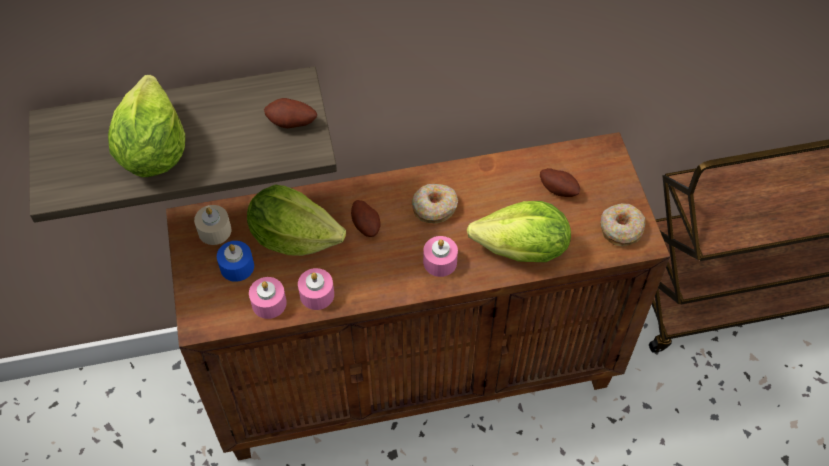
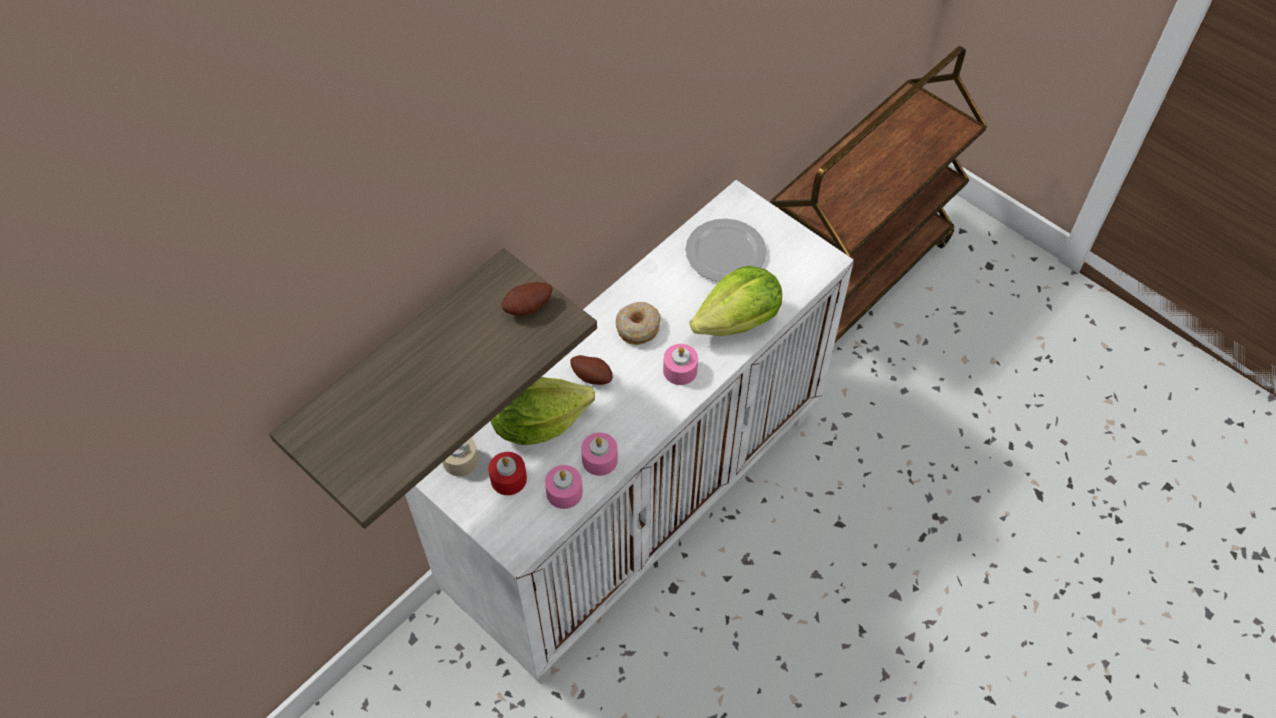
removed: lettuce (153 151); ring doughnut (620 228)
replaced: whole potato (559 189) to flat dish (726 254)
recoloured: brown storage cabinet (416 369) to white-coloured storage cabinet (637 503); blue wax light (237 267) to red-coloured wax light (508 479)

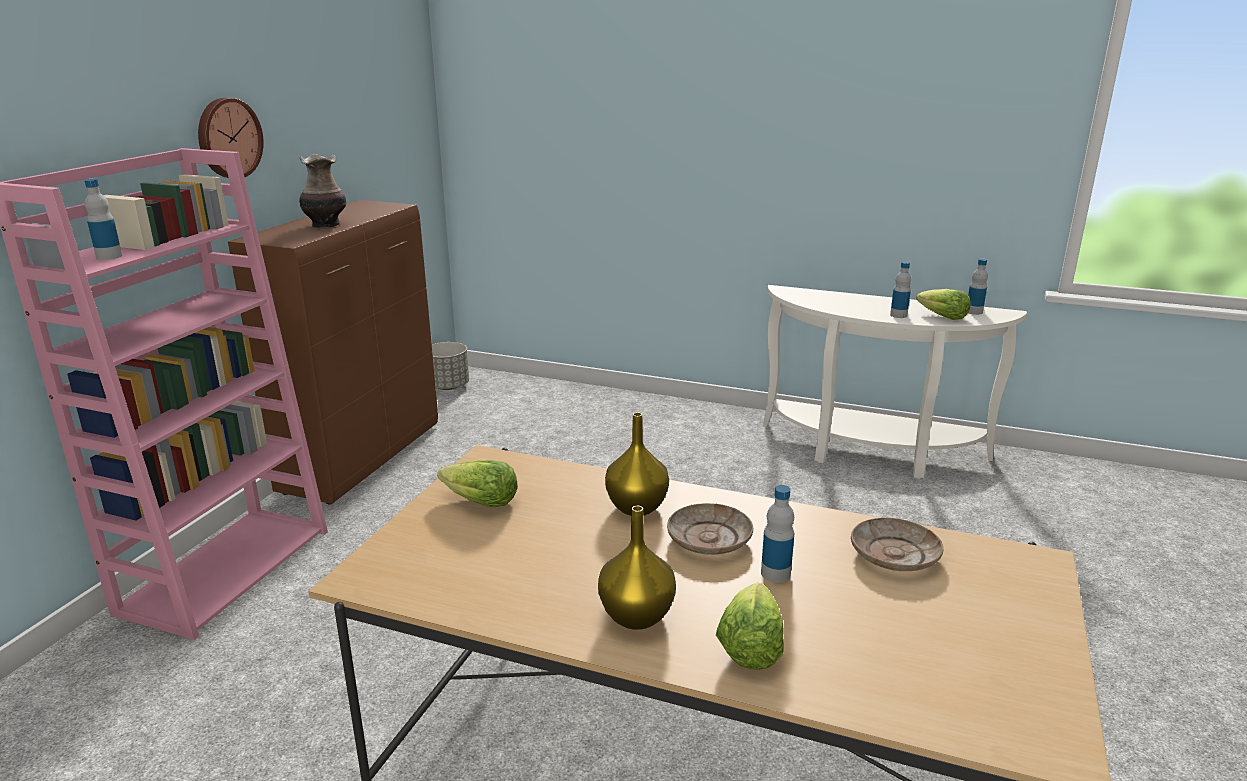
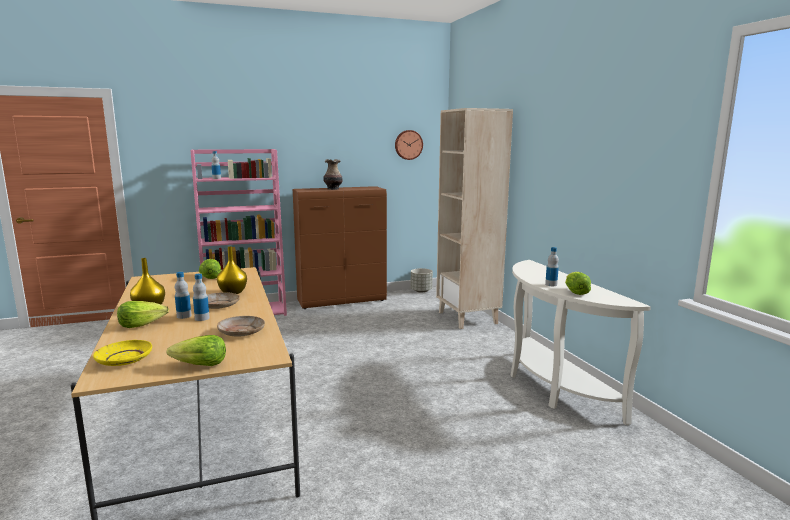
added: sand-coloured shelving unit (468 318); lettuce (200 365); yellowish flat dish (124 359)
moved: wall clock (228 138) to (408 145); bottle (974 312) to (184 316)

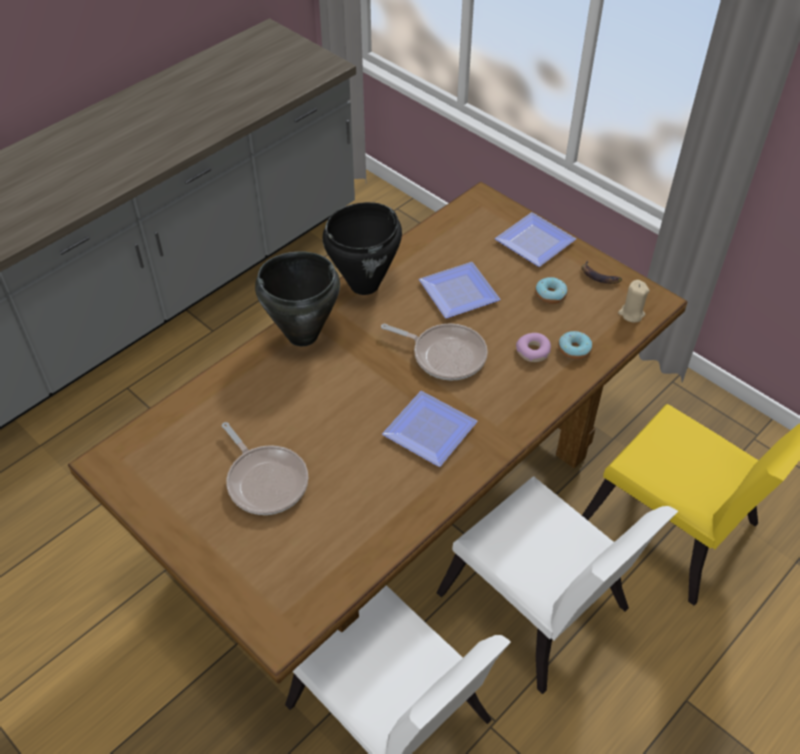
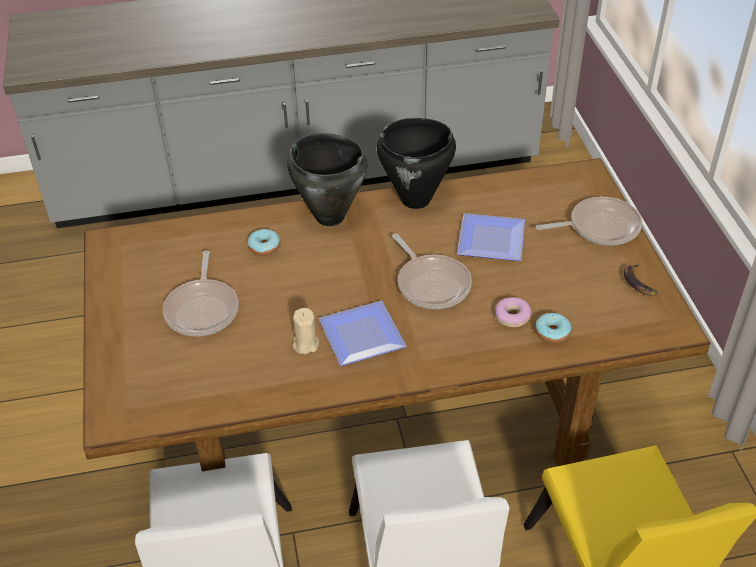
moved: ring doughnut (550 295) to (264 247); sand-coloured wax light (631 314) to (305 344)
replaced: flat dish (531 242) to pan (599 227)

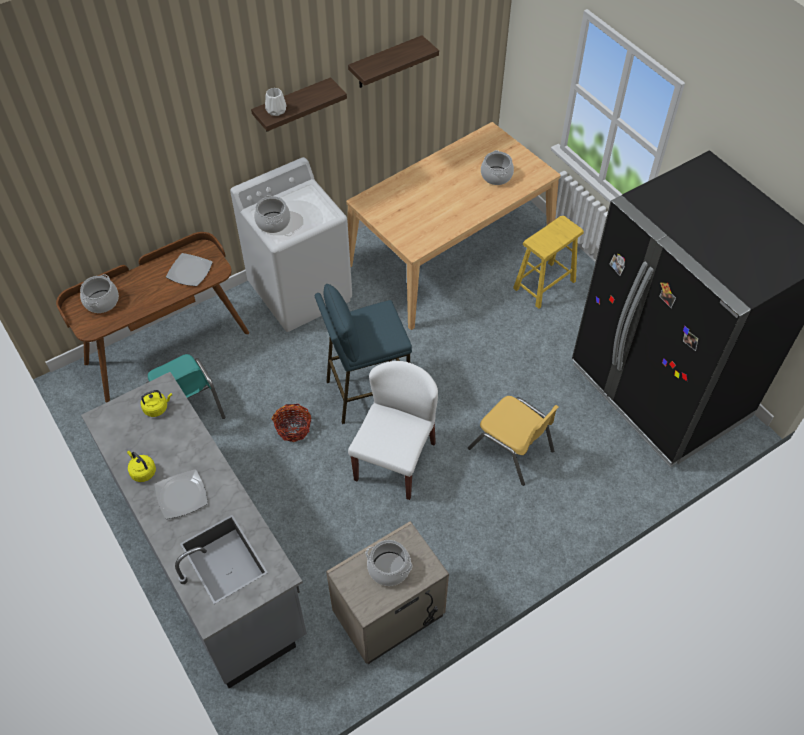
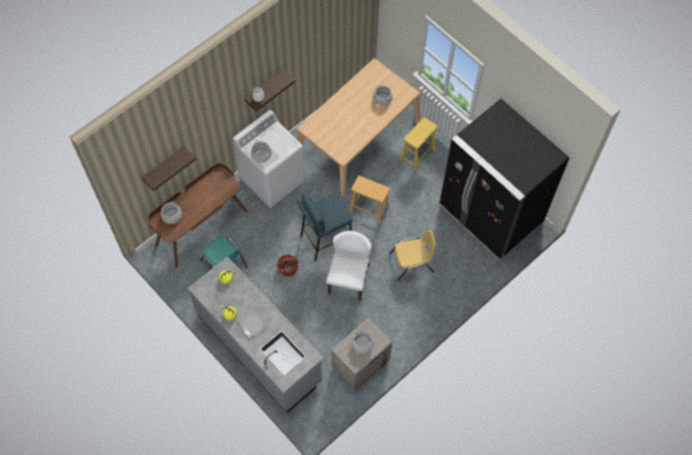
removed: flat dish (190 271)
added: brown stool seat (369 209)
moved: bracket shelf (385 63) to (164 166)
turned: yellowish chair (511 450) = (412 263) 45 degrees counterclockwise

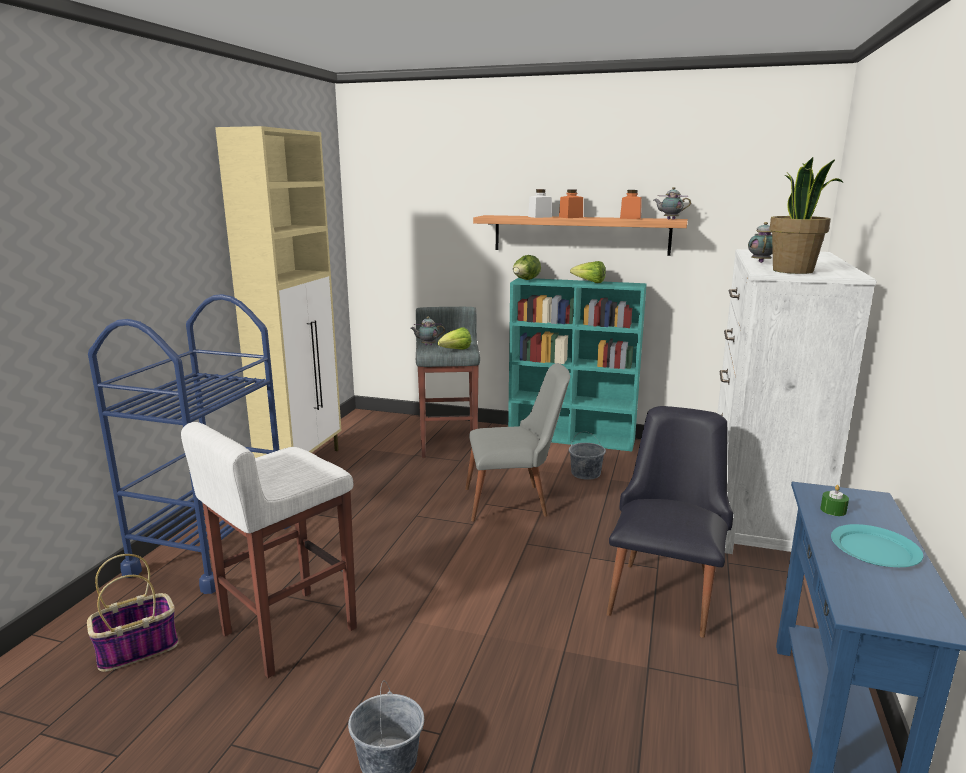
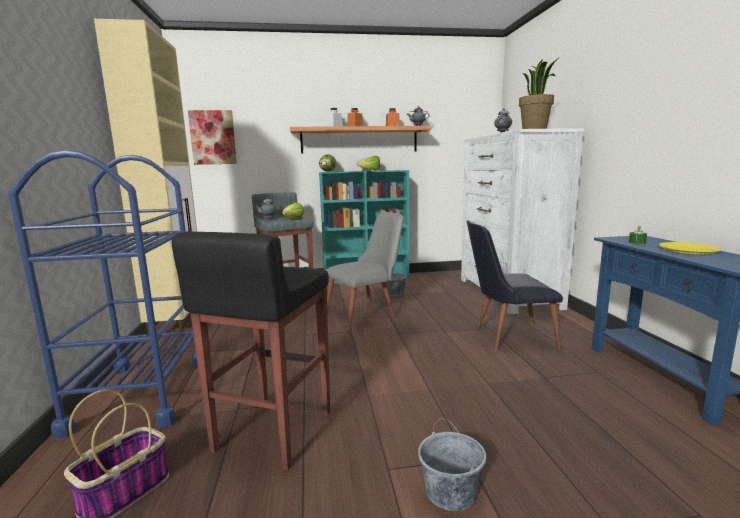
added: wall picture (213 137)
recoloured: white-coloured stool seat (287 631) to blackish stool seat (272 431); blue-green flat dish (875 549) to yellowish flat dish (688 250)
turned: blackish chair (665 591) = (506 338) 90 degrees counterclockwise

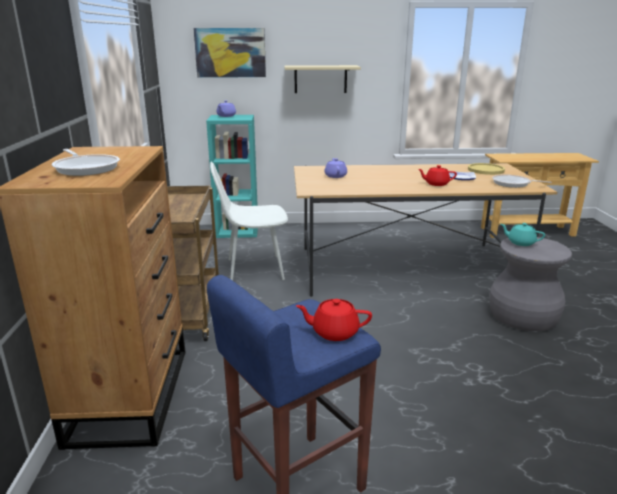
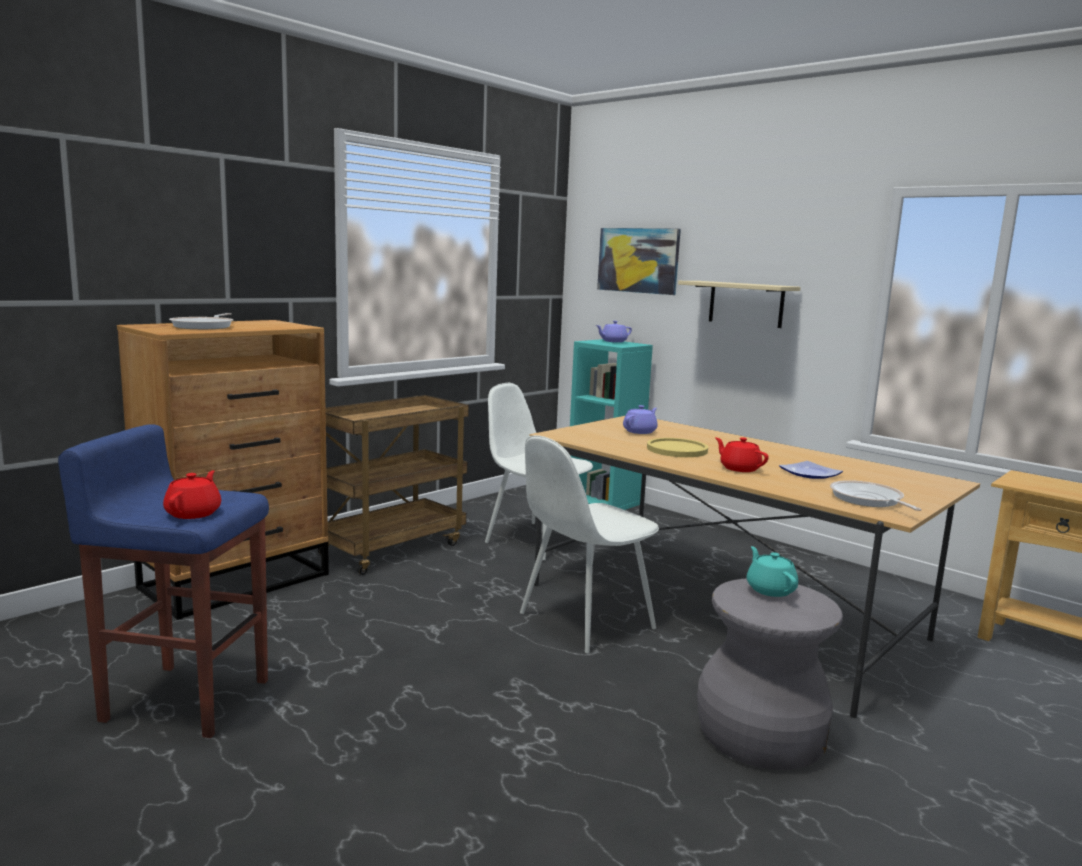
added: white-coloured chair (583 621)
moved: yellowish flat dish (486 170) to (677 449)
turned: red-coloured teapot (334 332) = (194 513) 45 degrees clockwise

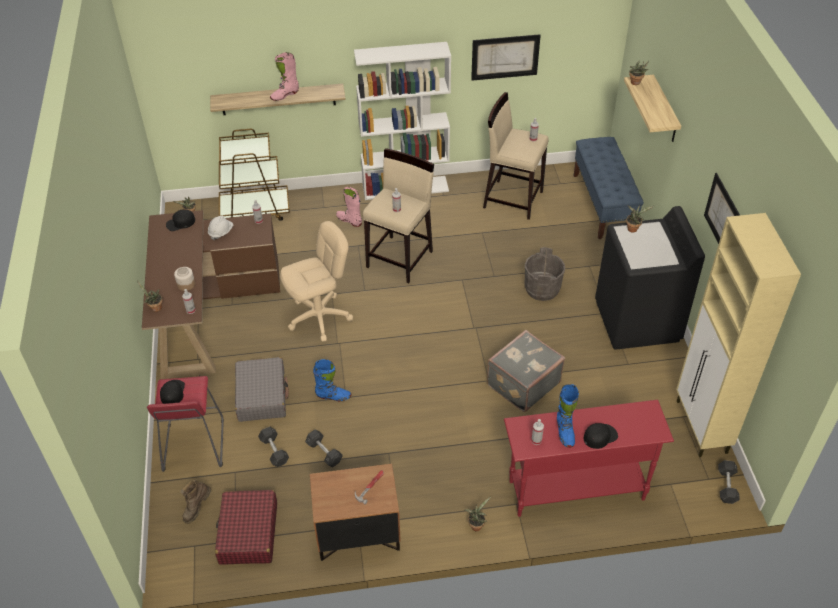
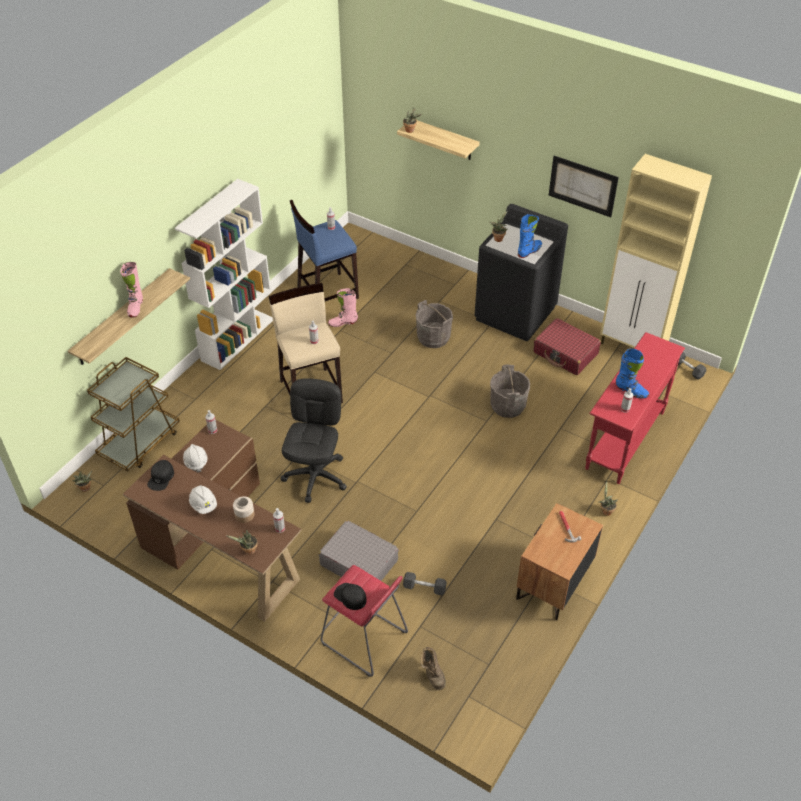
removed: wall picture (505 57); blue bench (603 204); blackish cap (600 436); grey free weight (324 452)
added: white-coloured safety helmet (203 504)
moved: pink boot (349 220) to (343 322); blue boot (333 396) to (529 251); red-coloured travel case (248 533) to (565 353)
replaced: grey travel case (522 383) to grey water bucket (508 406)
recoloured: sand-coloured stool seat (512 199) to blue stool seat (327 292); sand-coloured office chair (319 317) to blackish office chair (316 476)

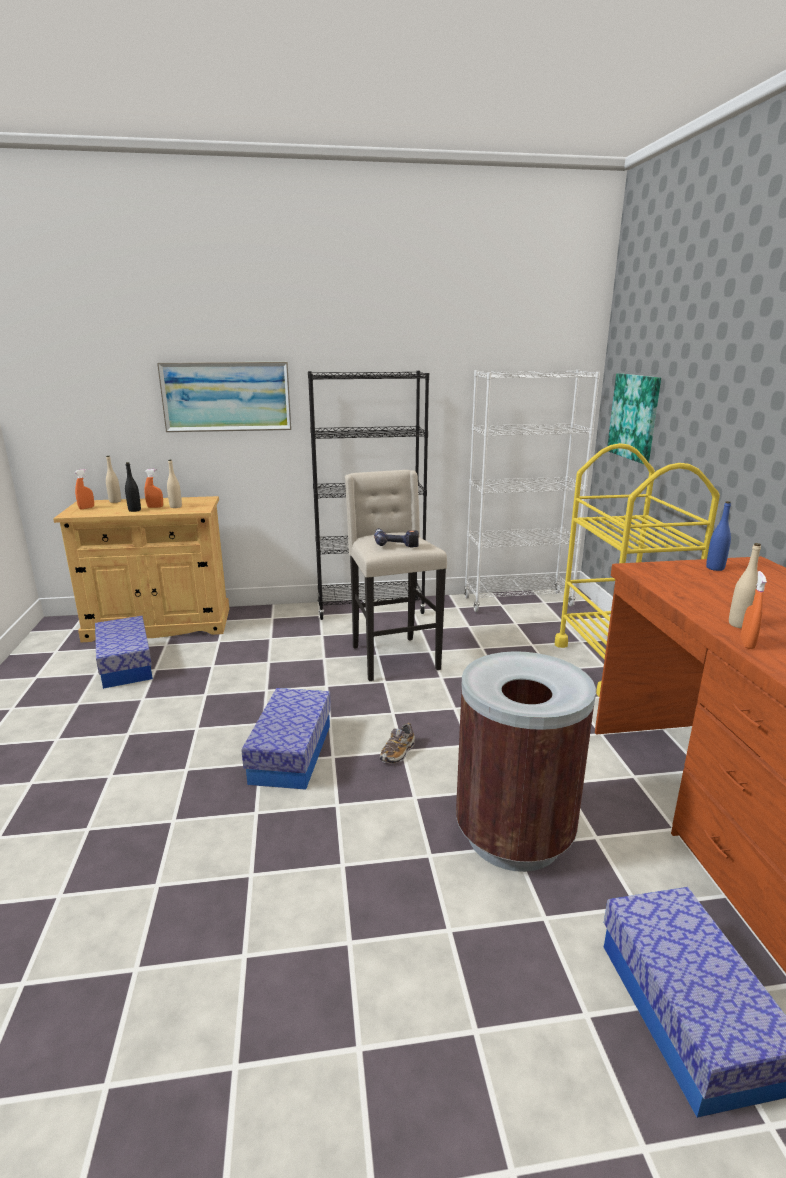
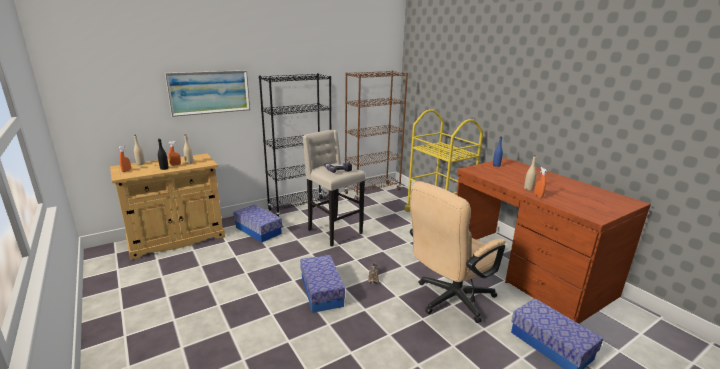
removed: wall picture (634 417)
moved: storage container (126 665) to (258 230)
replaced: brown waste bin (513 835) to sand-coloured office chair (449 300)
recoloured: white-coloured shelving unit (518 602) to brown shelving unit (372 192)

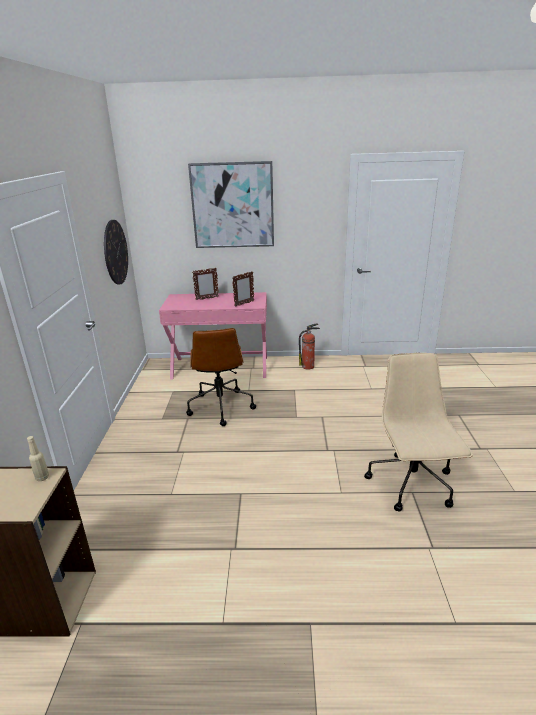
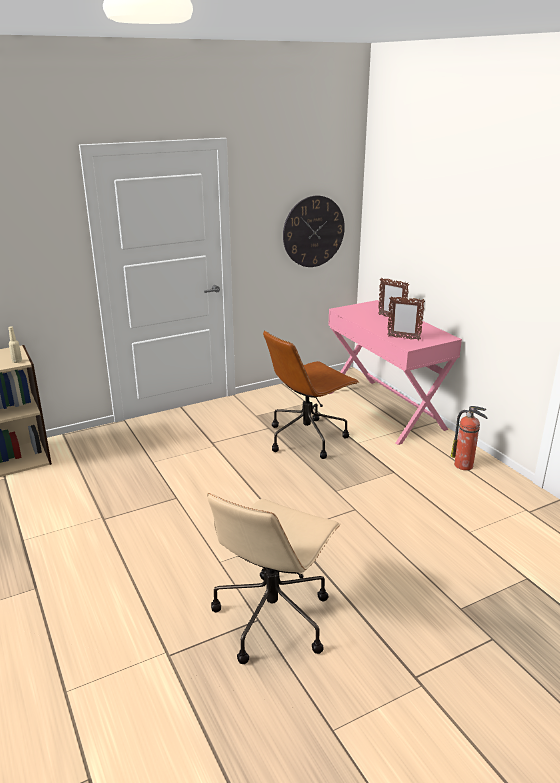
removed: wall picture (232 205)
turned: sand-coloured office chair (412 484) = (273 617) 150 degrees clockwise

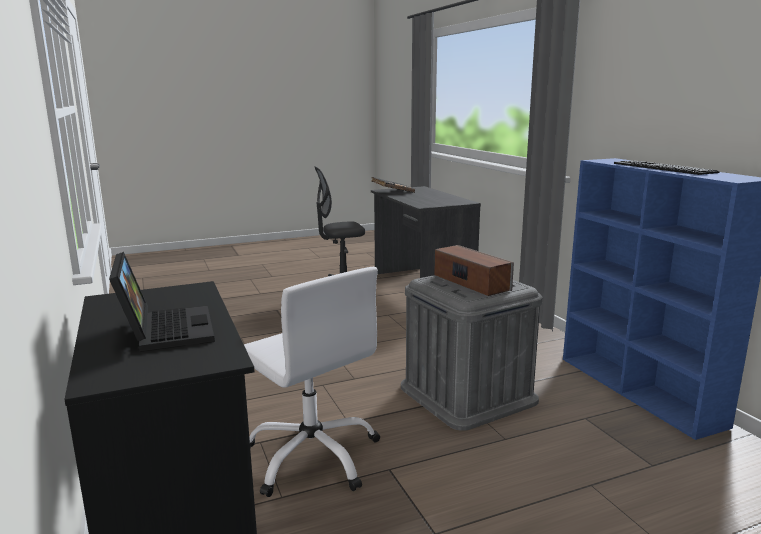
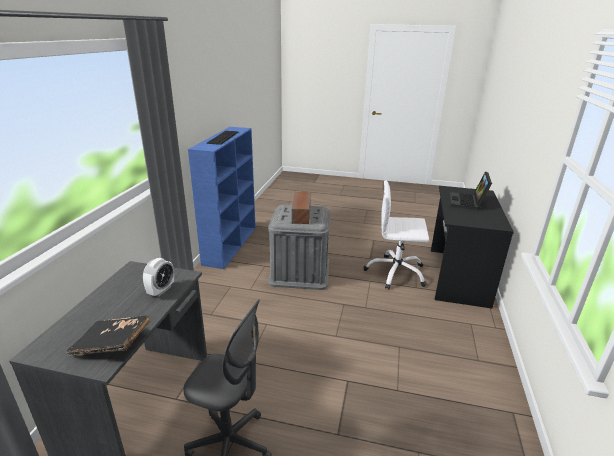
added: bedside clock (161 290)
turned: white-coloured office chair (313 456) = (396 273) 75 degrees counterclockwise

